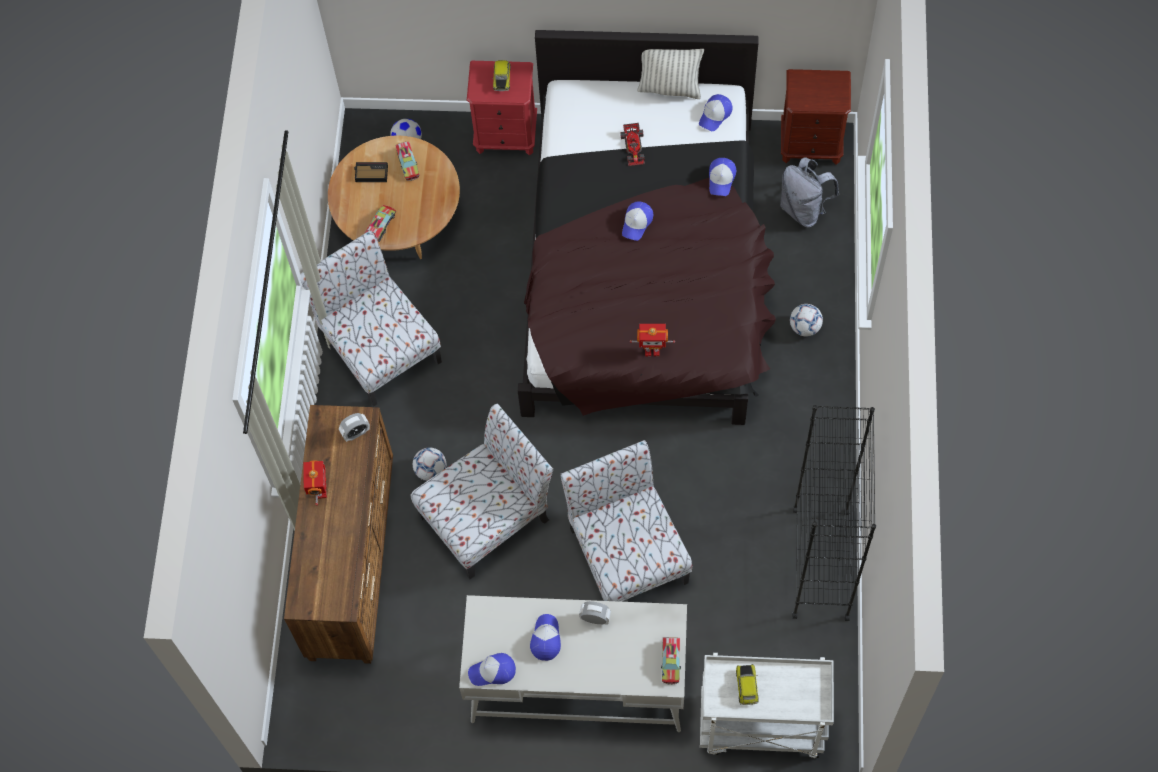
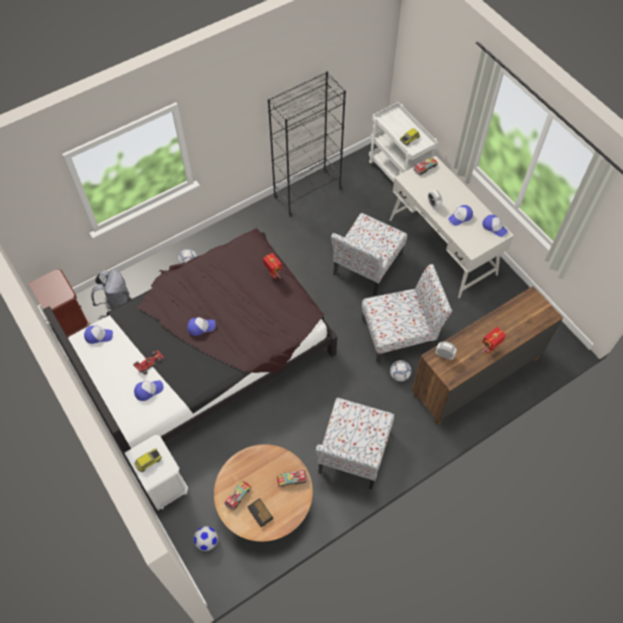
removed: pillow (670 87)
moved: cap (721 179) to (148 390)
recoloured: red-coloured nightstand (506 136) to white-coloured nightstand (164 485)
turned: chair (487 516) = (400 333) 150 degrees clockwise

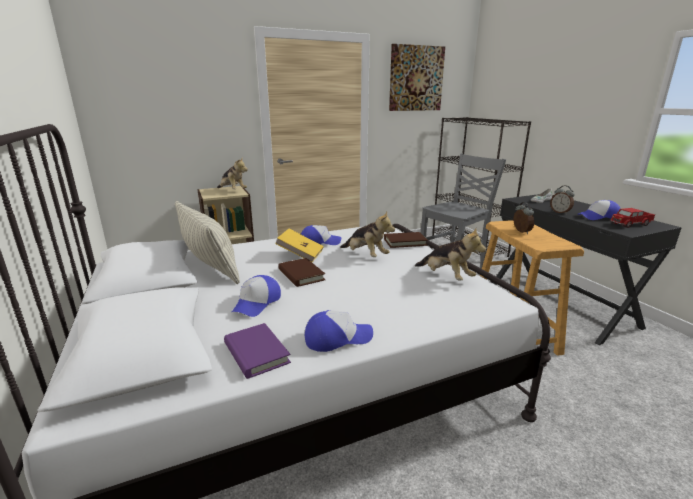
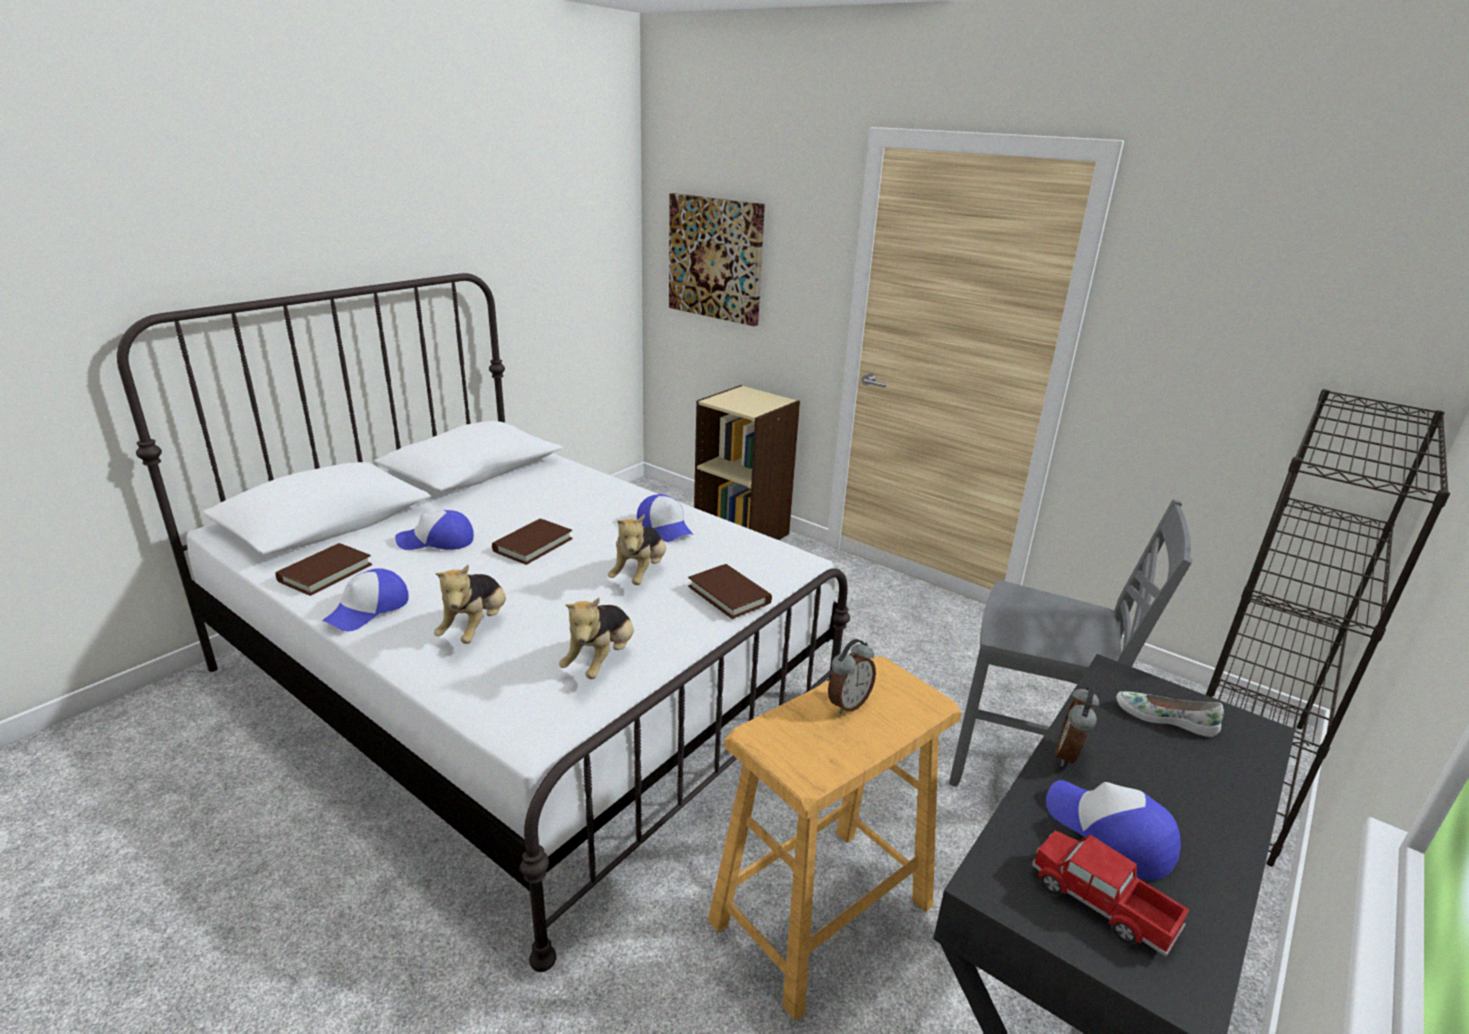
removed: pillow (210 266); yellowish book (300 255)
moved: wall picture (415 78) to (716 258); cuddly toy (232 191) to (476 628)
recoloured: purple-coloured book (256 353) to brown book (325 573)
turned: cap (337 338) = (368 610) 75 degrees clockwise

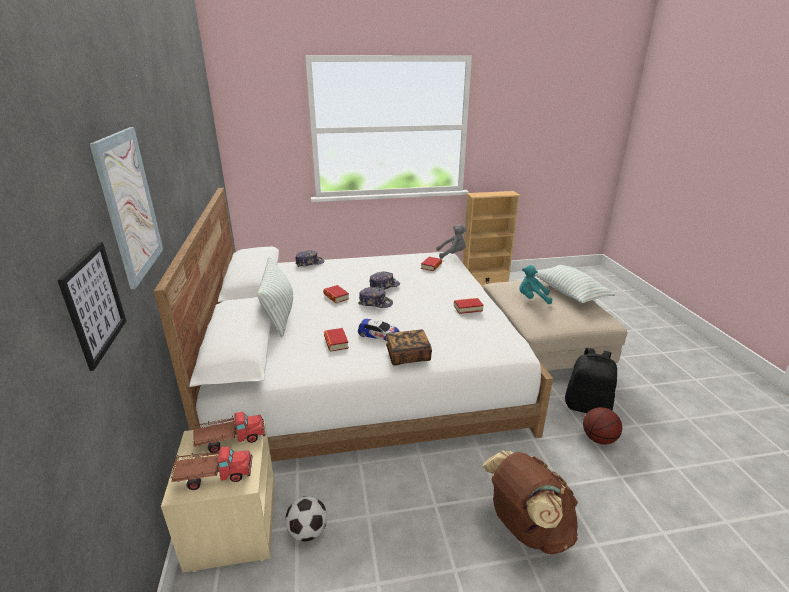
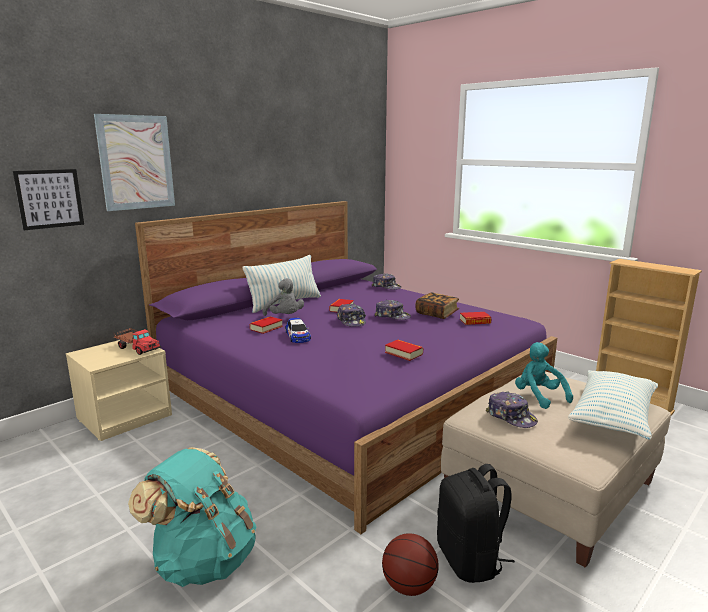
removed: toy lorry (213 475); football (307 532)
added: cap (511 417)
moved: grey cuddly toy (452 254) to (285 317); book (408 356) to (437 314)
recoloured: white-coloured sleeping bed (362 367) to purple-coloured sleeping bed (349 396); brown backpack (526 528) to blue-green backpack (203 560)

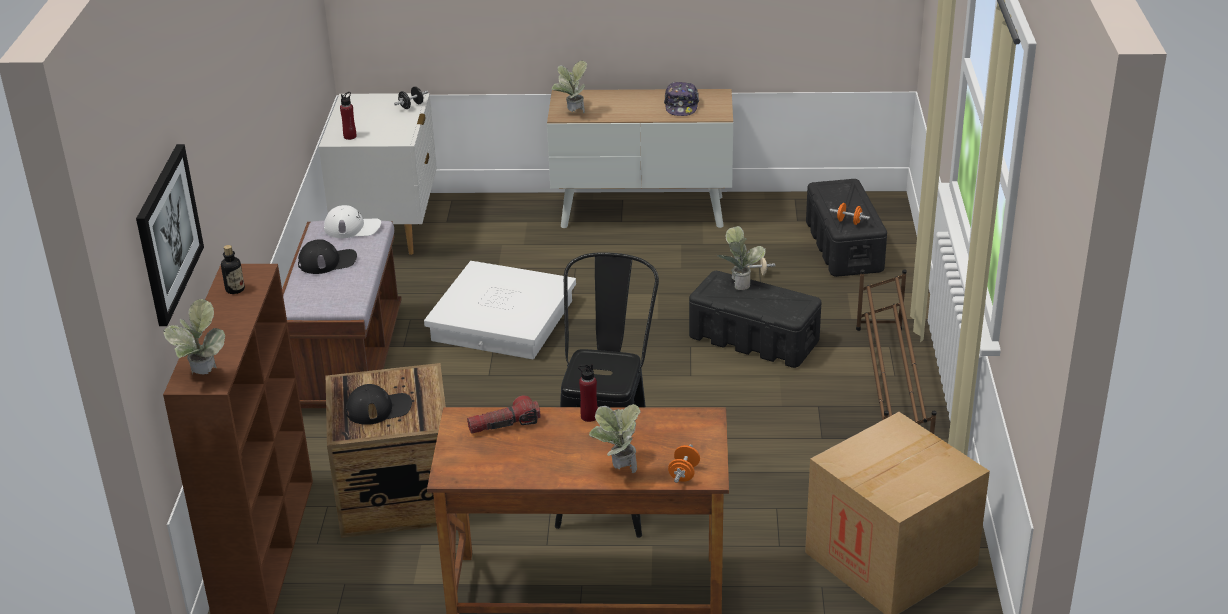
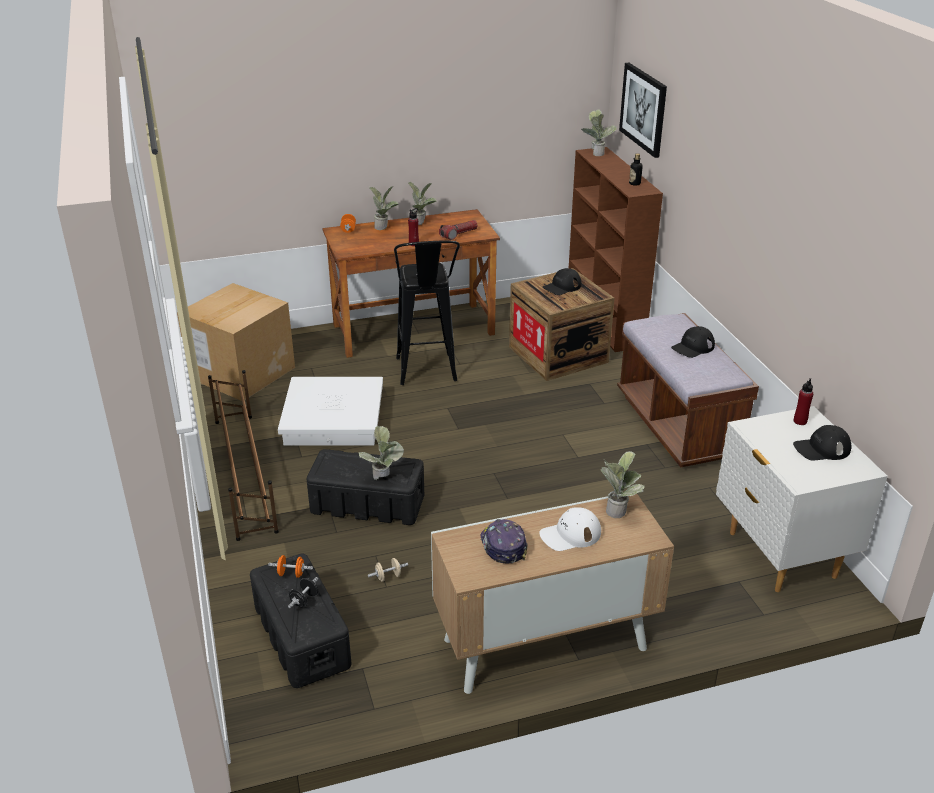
added: potted plant (421 222); blackish cap (821 449)
moved: blackish free weight (411 106) to (304 600); white-coloured cap (353 228) to (570 535); white-coloured storage container (503 320) to (333 419)

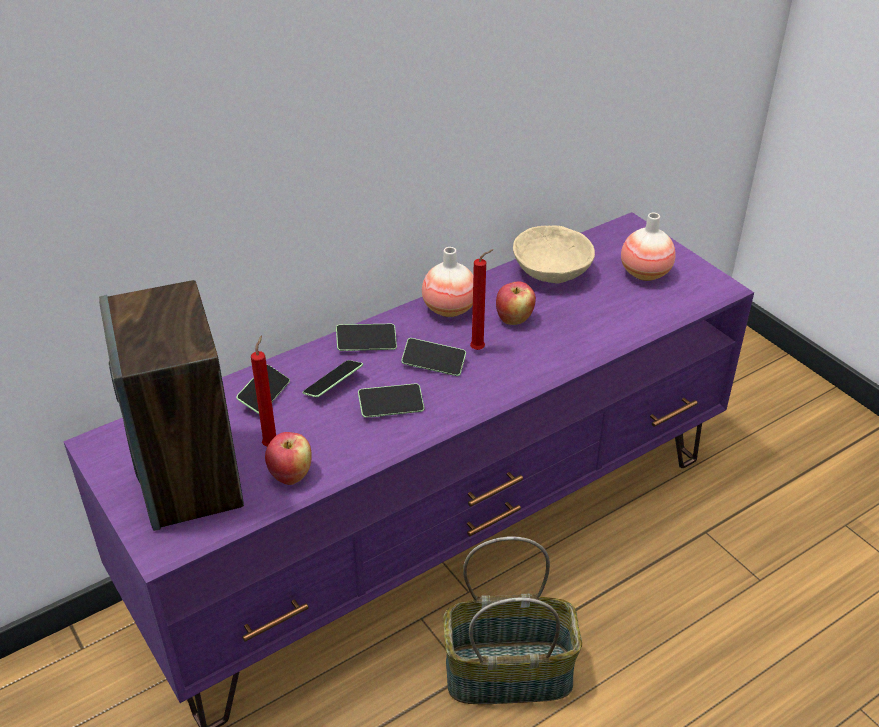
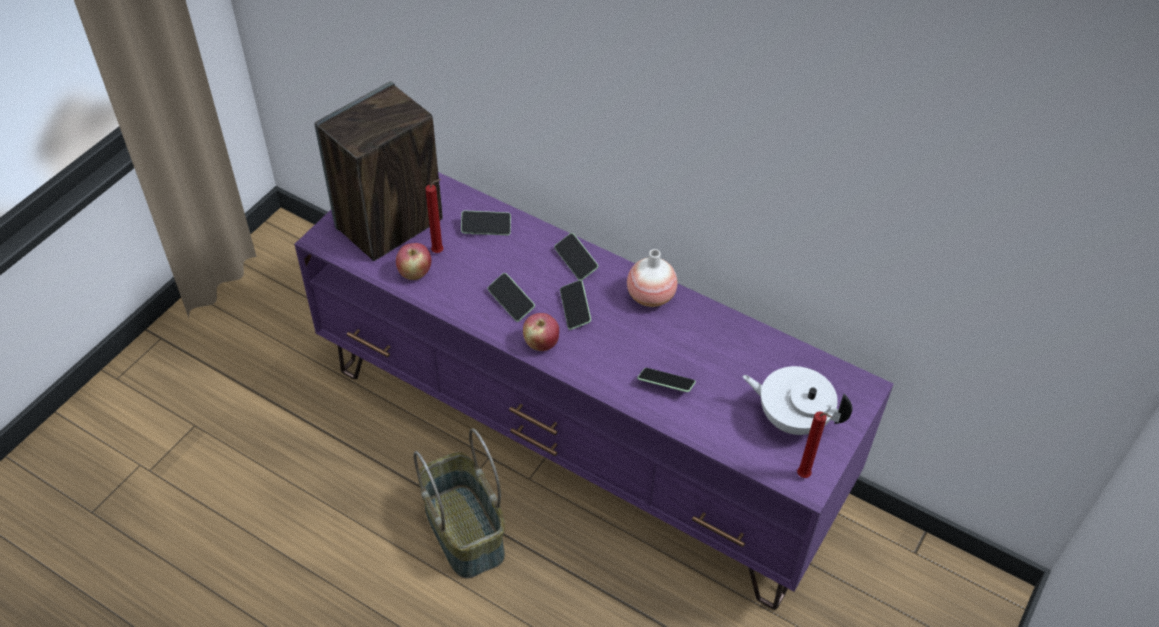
removed: sand-coloured bowl (550 272)
moved: red-coloured wax light (479 349) to (805 477); apple (514 319) to (541 343); telephone (333 385) to (665 384)
replaced: vase (645 273) to white-coloured teapot (792 418)

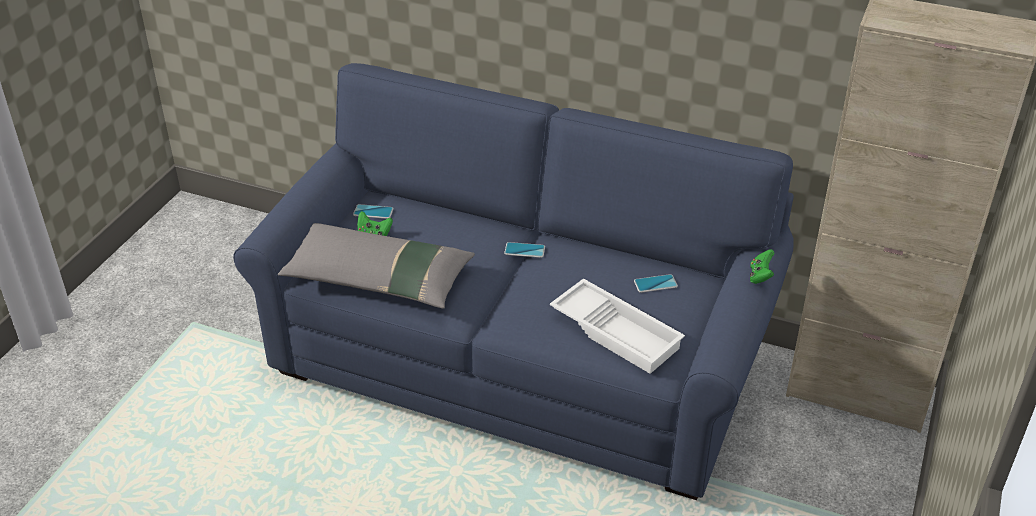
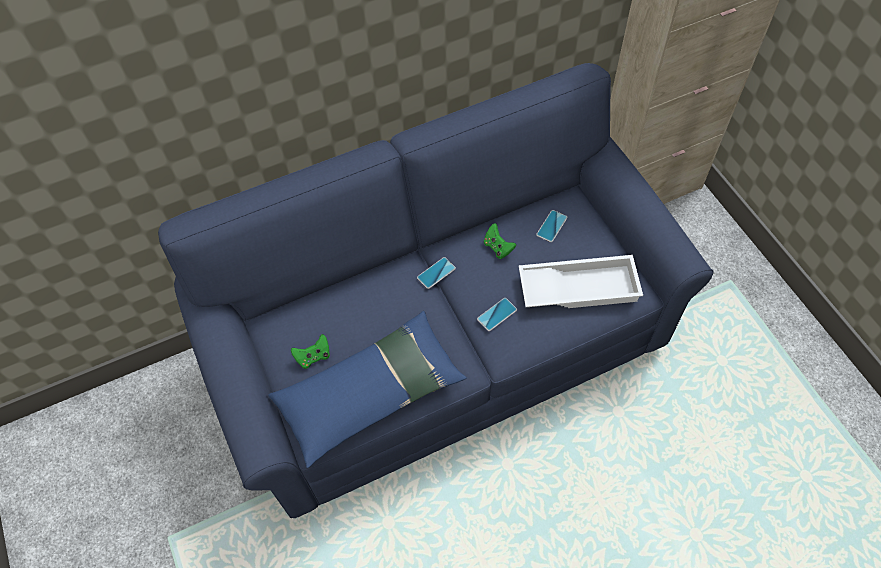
moved: telephone (373 212) to (497 314); greenish joypad (760 276) to (498 248)
recoloured: grey pillow (378 279) to blue pillow (370 393)

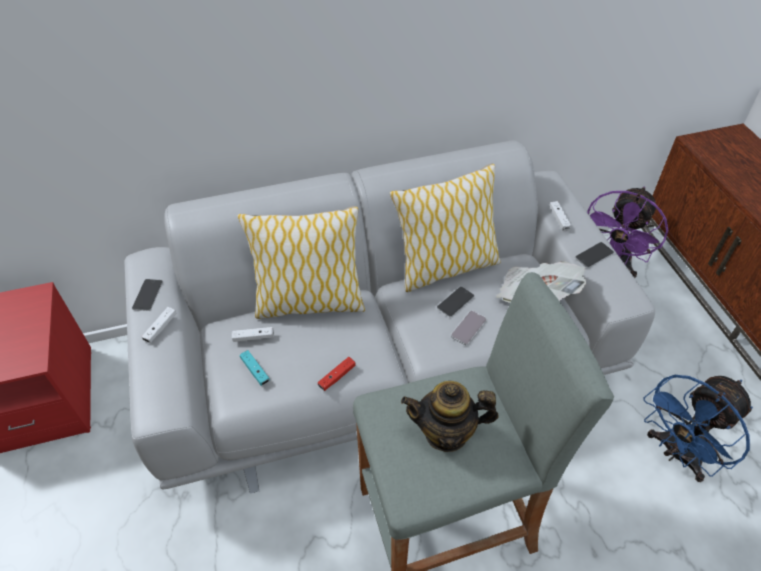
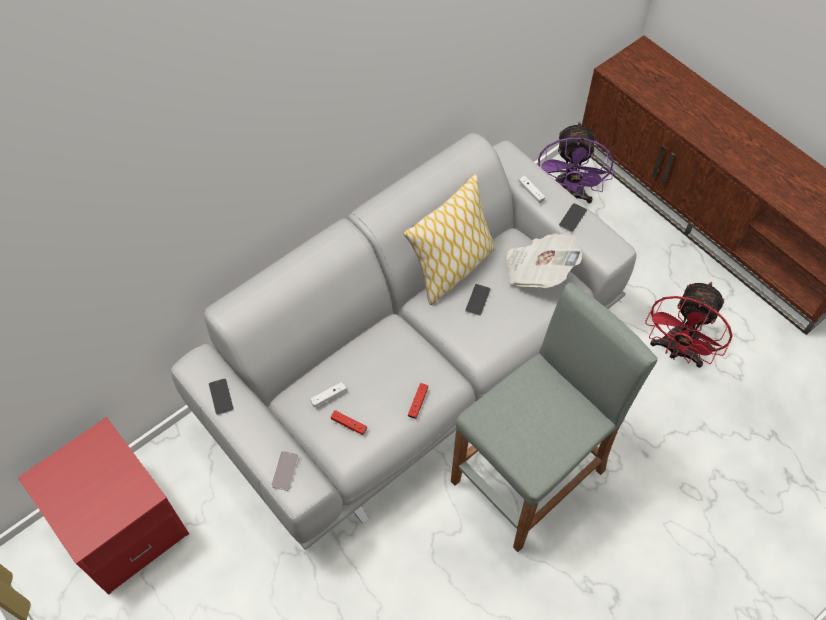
removed: pillow (309 302); white-coloured joypad (160 328); teapot (446 433)
moved: telephone (468 328) to (285 471)
recoloured: blue-green joypad (255 371) to red-coloured joypad (349 424); blue electric fan (676 454) to red-coloured electric fan (677 351)

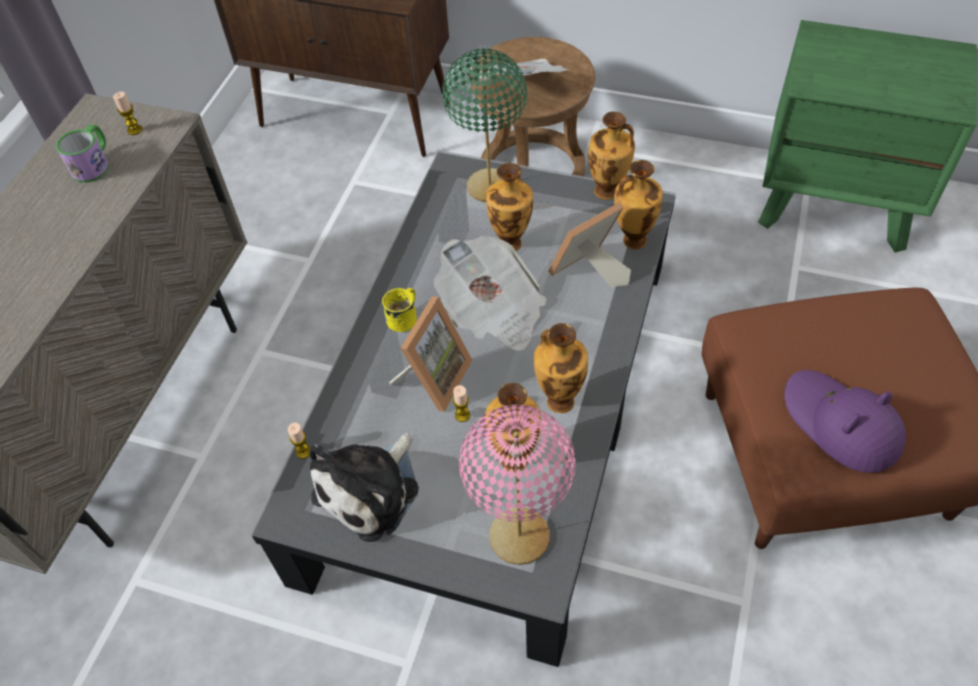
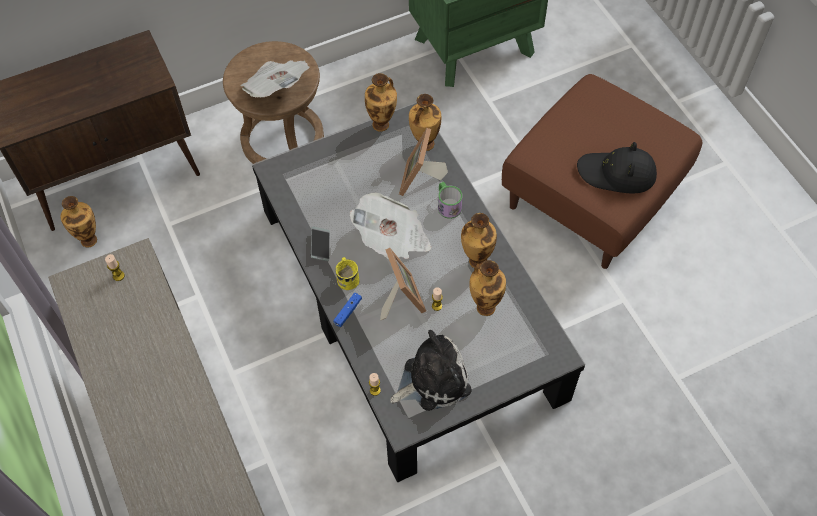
removed: greenish table lamp (489 186); pink table lamp (518 536)
added: telephone (320 246); blue joypad (348 312)
moved: coffee mug (94 164) to (447 205); vase (511 242) to (89 239)
recoloured: purple-coloured hat (840 424) to blackish hat (617 173)
turned: cuddly toy (371 489) = (432 379) 105 degrees counterclockwise

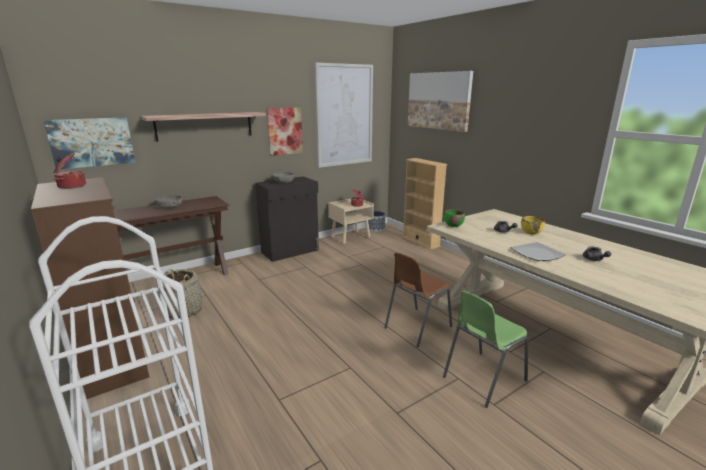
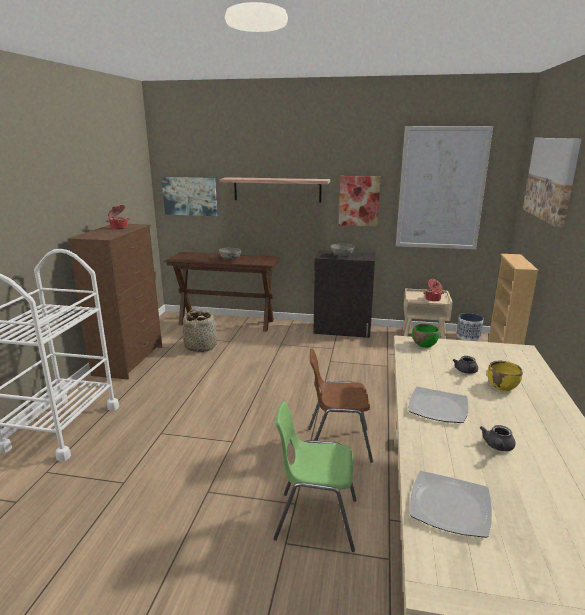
added: flat dish (449 506)

